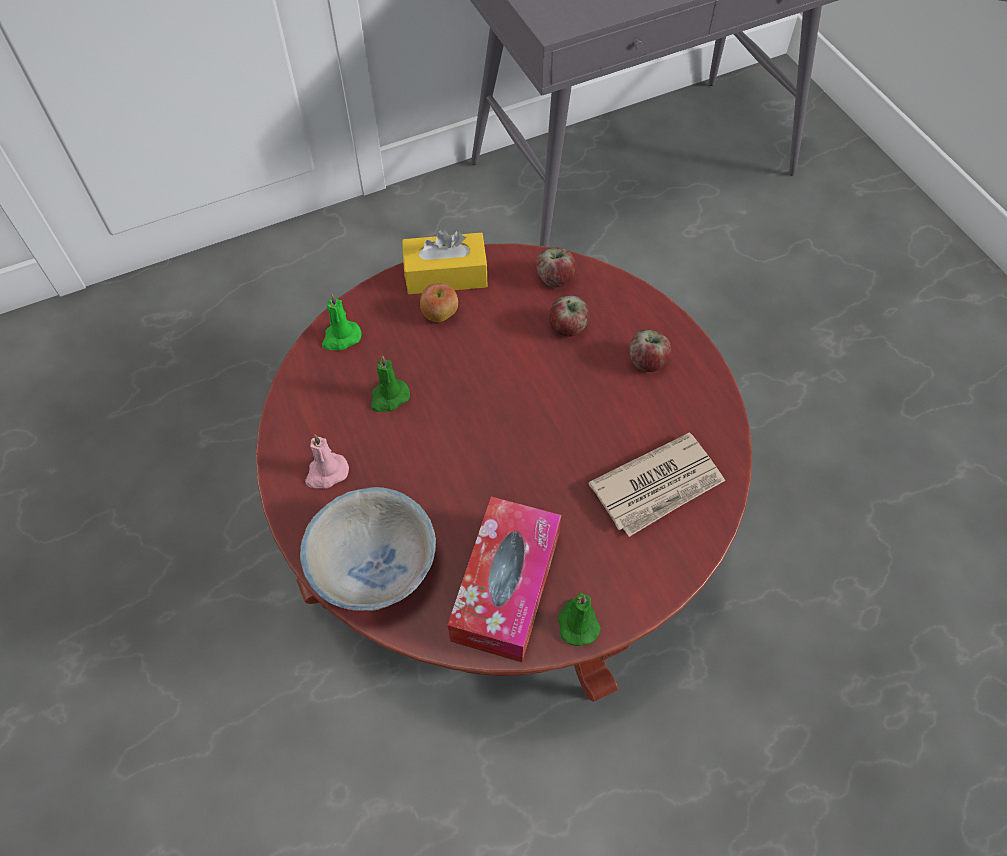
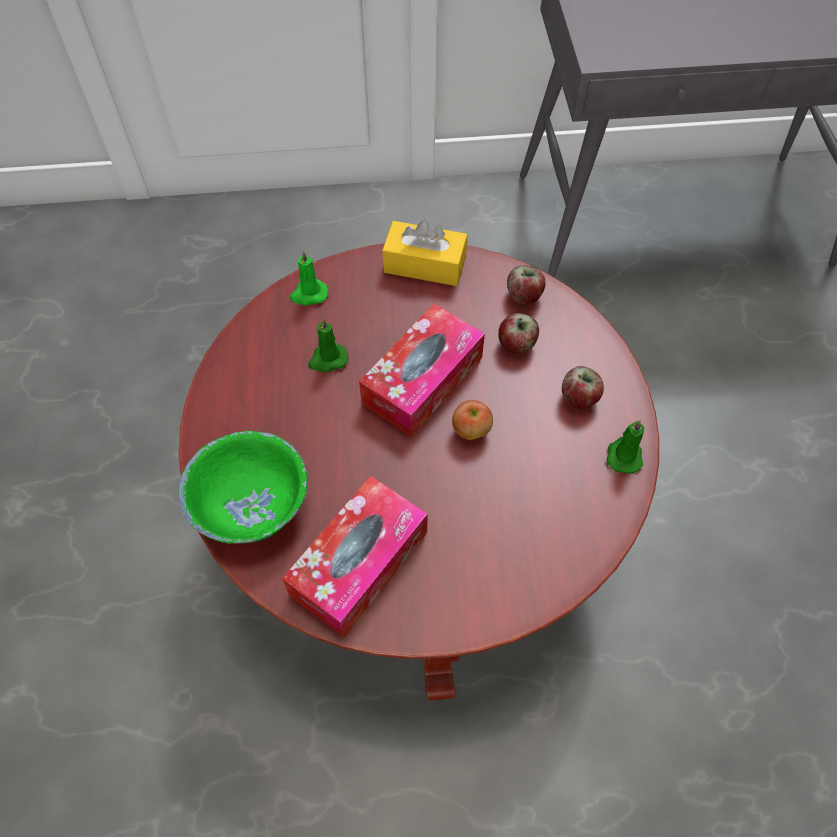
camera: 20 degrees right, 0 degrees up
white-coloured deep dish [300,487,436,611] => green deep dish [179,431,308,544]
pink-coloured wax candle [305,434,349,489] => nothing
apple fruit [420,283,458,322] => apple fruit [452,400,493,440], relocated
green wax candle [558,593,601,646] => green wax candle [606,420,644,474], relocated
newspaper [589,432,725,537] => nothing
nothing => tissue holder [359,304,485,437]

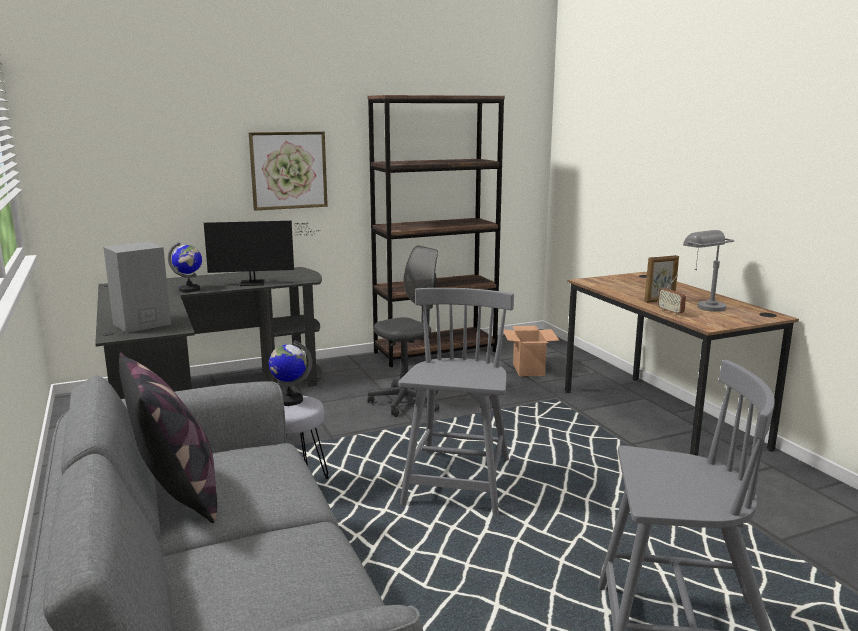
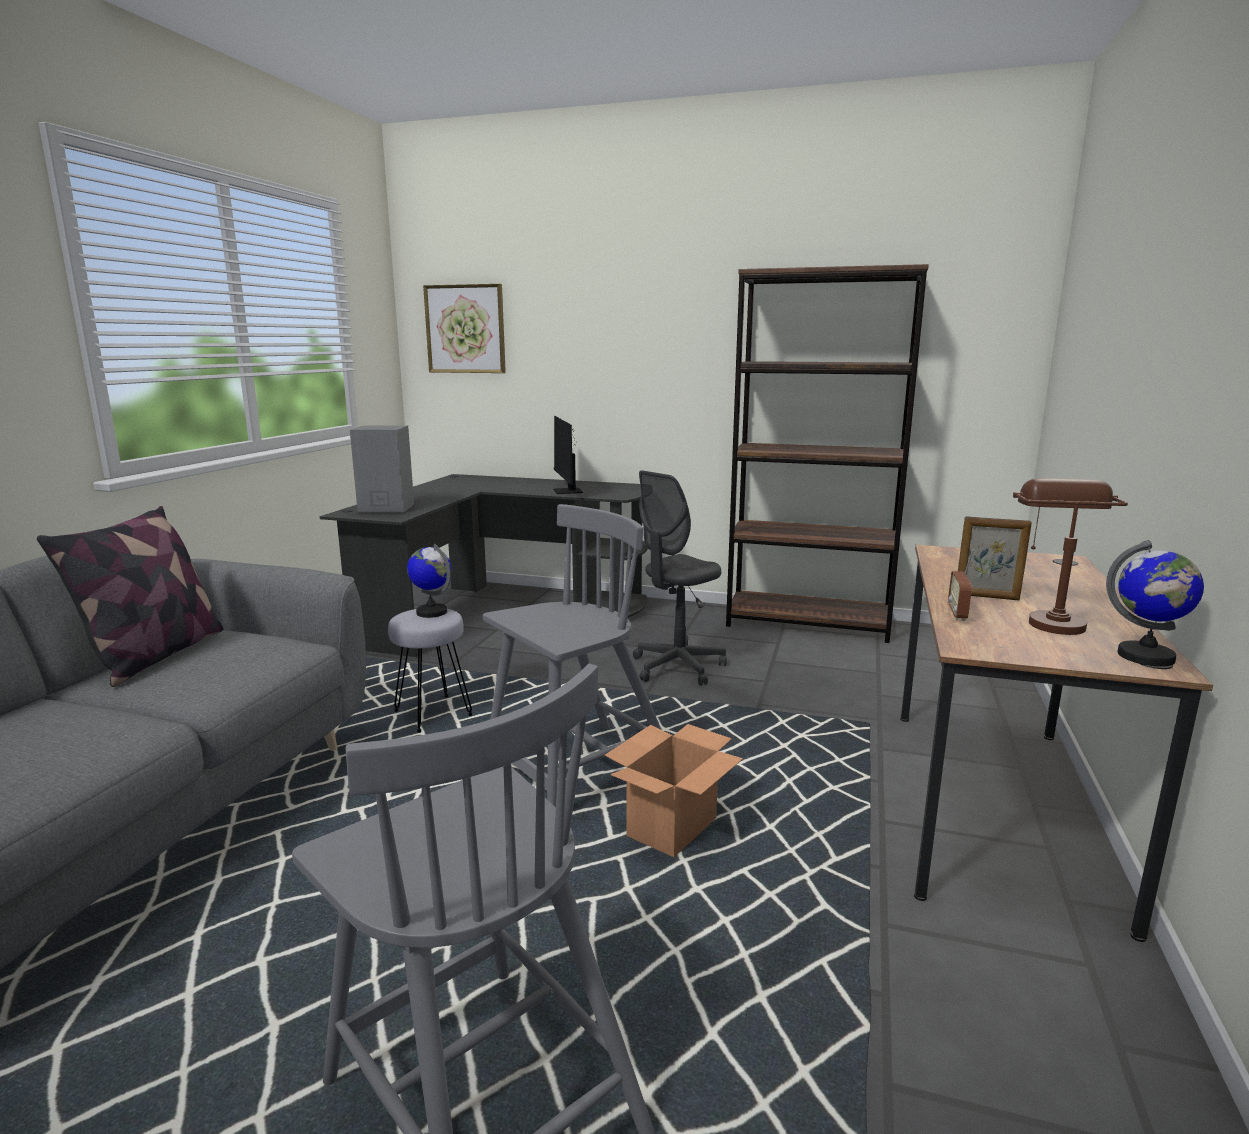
camera: 40 degrees right, 0 degrees up
world globe [168,241,202,292] => world globe [1106,540,1204,667], relocated
computer display [204,221,313,286] => computer display [553,416,583,494], 45 degrees clockwise
picture [249,131,328,211] => picture [423,284,506,373], relocated
gray desk chair [367,245,439,417] => gray desk chair [633,470,727,686], 135 degrees clockwise
packing box [503,326,560,376] => packing box [605,724,743,857], relocated
gray tabletop lamp [683,230,735,312] => brownish tabletop lamp [1013,478,1128,635]

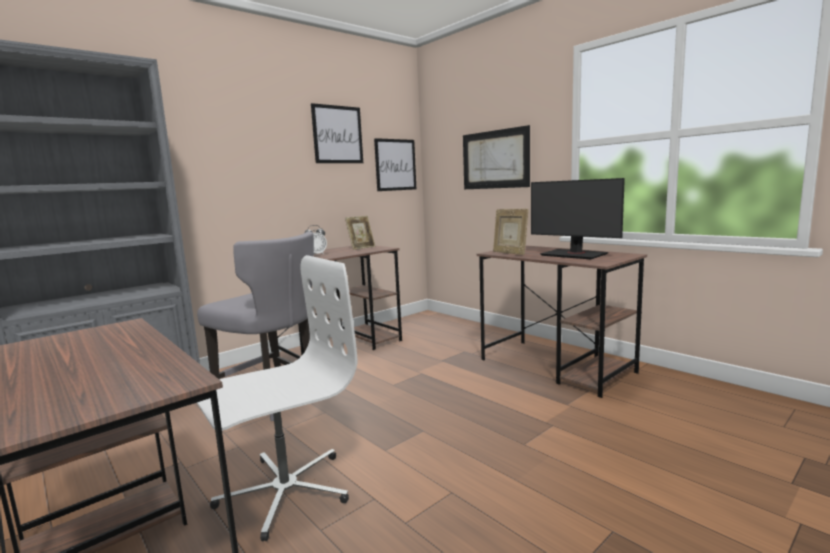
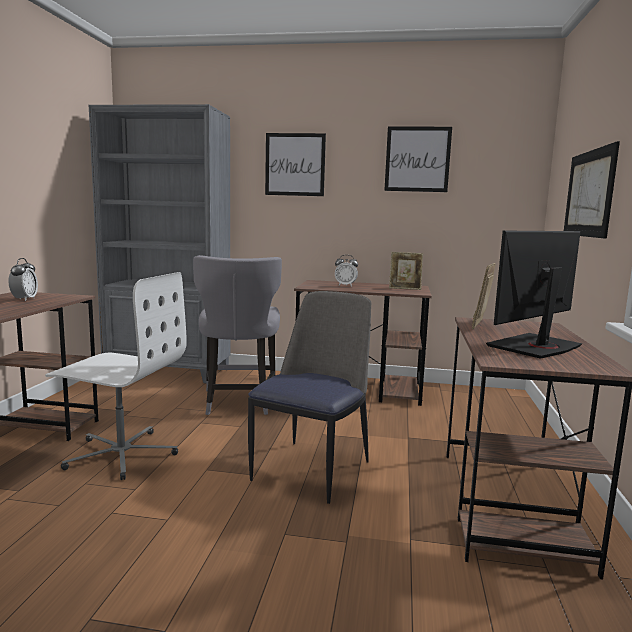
camera: 50 degrees right, 0 degrees up
picture [374,138,416,191] => picture [265,133,326,196], relocated
computer display [531,178,625,259] => computer display [486,231,583,359], 45 degrees clockwise
nothing => bedside clock [8,258,38,301]
nothing => upright chair [248,291,371,504]

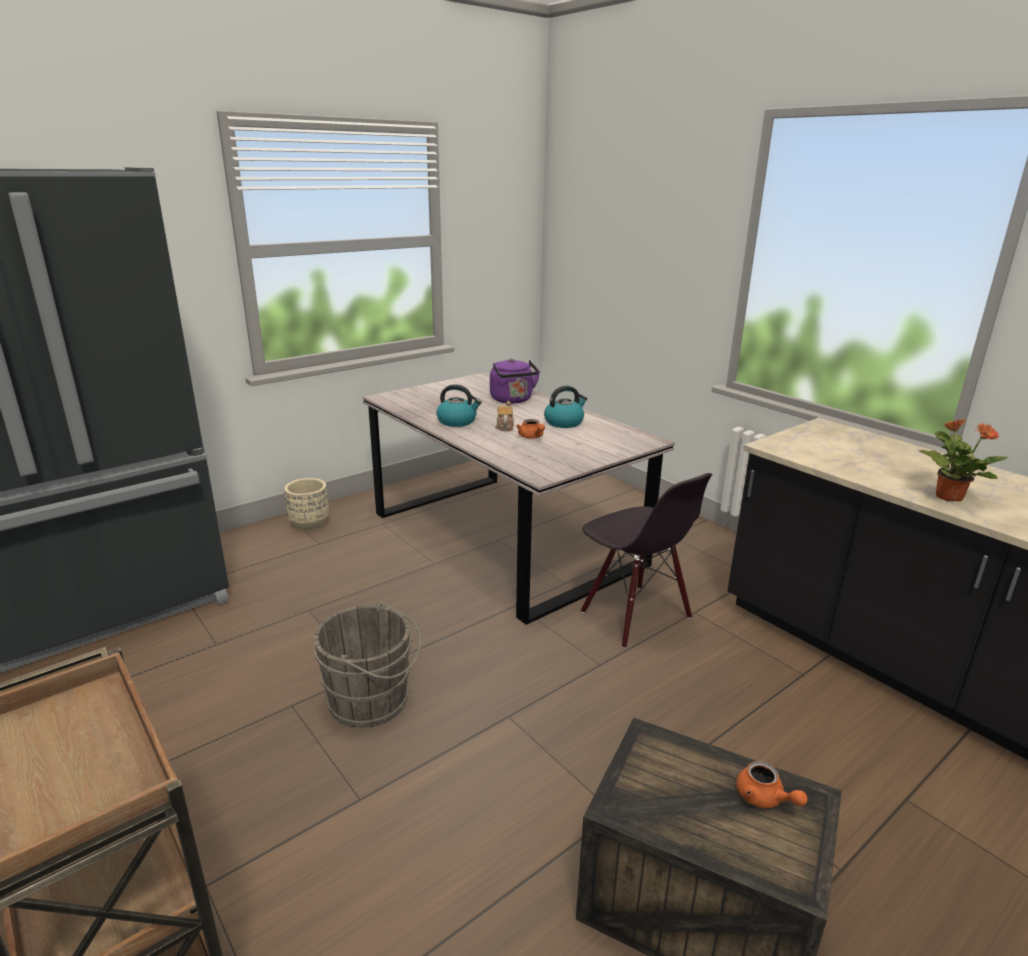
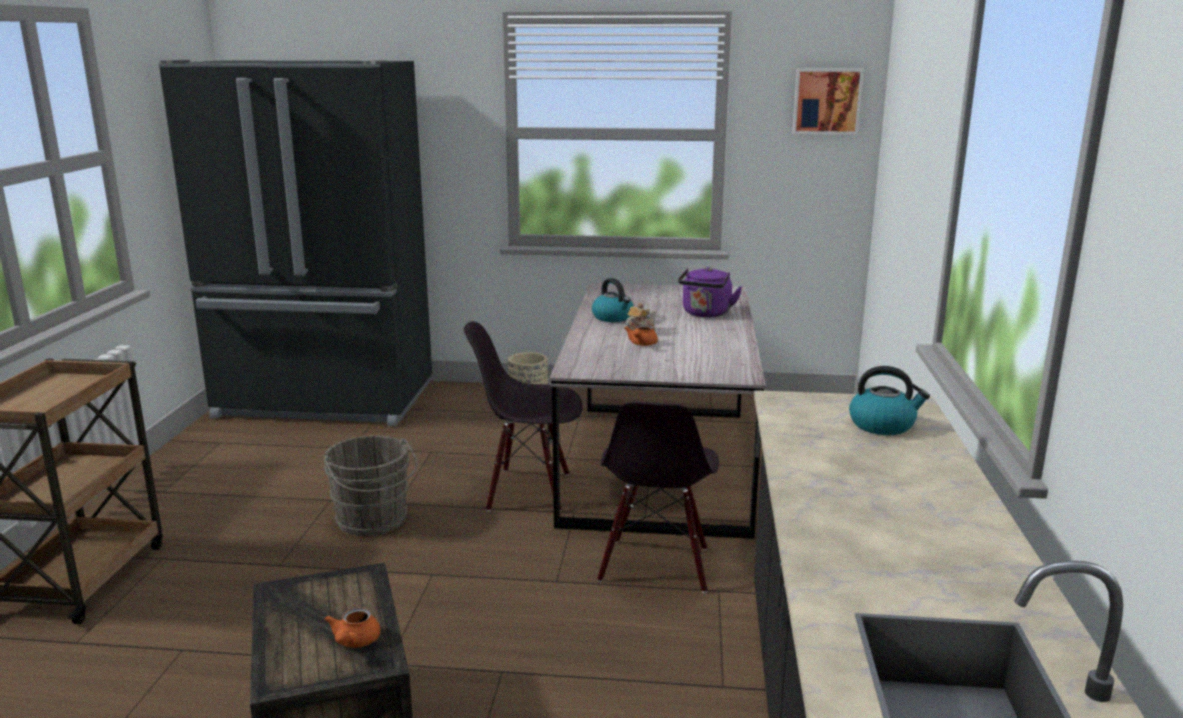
camera: 45 degrees right, 5 degrees down
tea kettle [544,386,587,428] => tea kettle [849,366,930,435], relocated
plant in a pot [919,418,1009,501] => nothing
nothing => blackish upright chair [464,321,582,512]
nothing => picture [792,68,864,135]

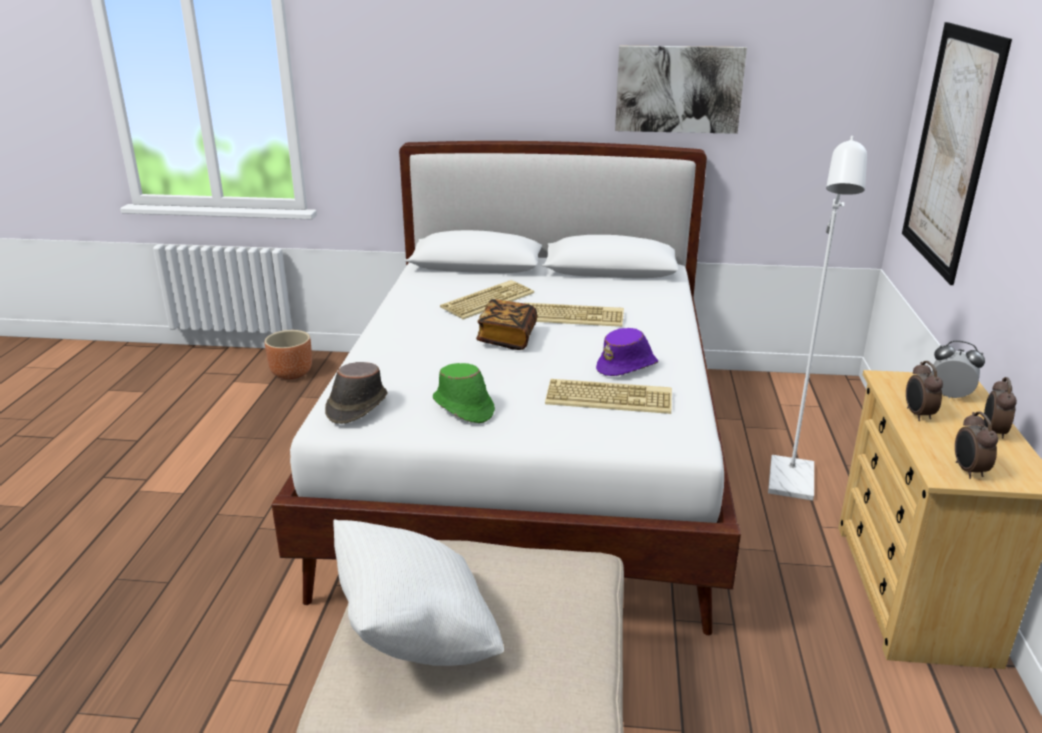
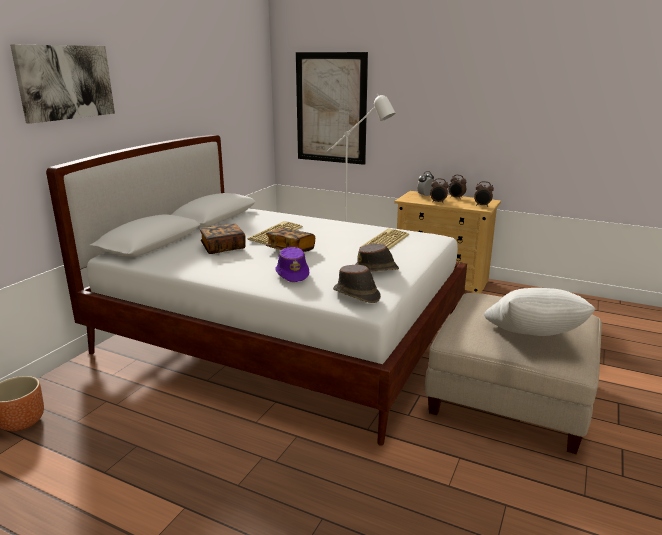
camera: 70 degrees left, 5 degrees down
green wearable hat [433,363,495,423] => brownish wearable hat [355,243,399,272]
PC keyboard [440,280,534,320] => book [200,224,246,254]
purplish wearable hat [596,328,658,376] => purplish wearable hat [275,247,309,282], relocated
picture [615,46,747,134] => picture [10,45,115,124], relocated

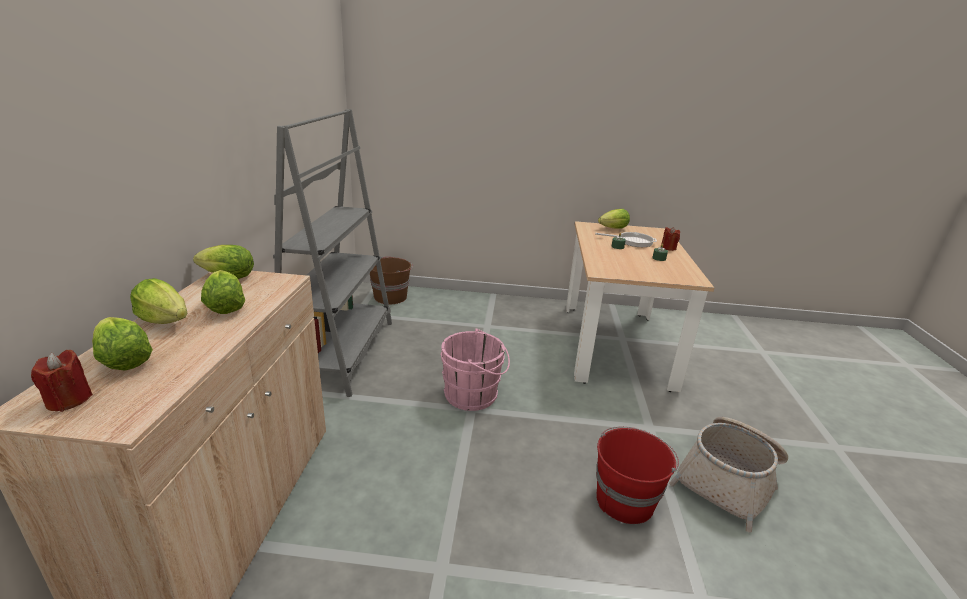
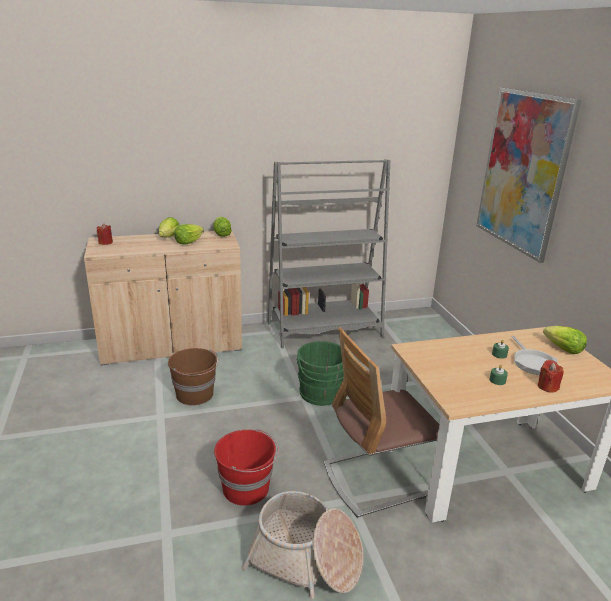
camera: 70 degrees right, 0 degrees up
lettuce [92,317,153,371] => nothing
brownish bucket [370,257,413,304] => brownish bucket [168,348,219,405], relocated
pink-coloured bucket [440,329,510,411] => green bucket [296,341,344,406]
nothing => upright chair [324,327,439,518]
nothing => picture [476,88,581,263]

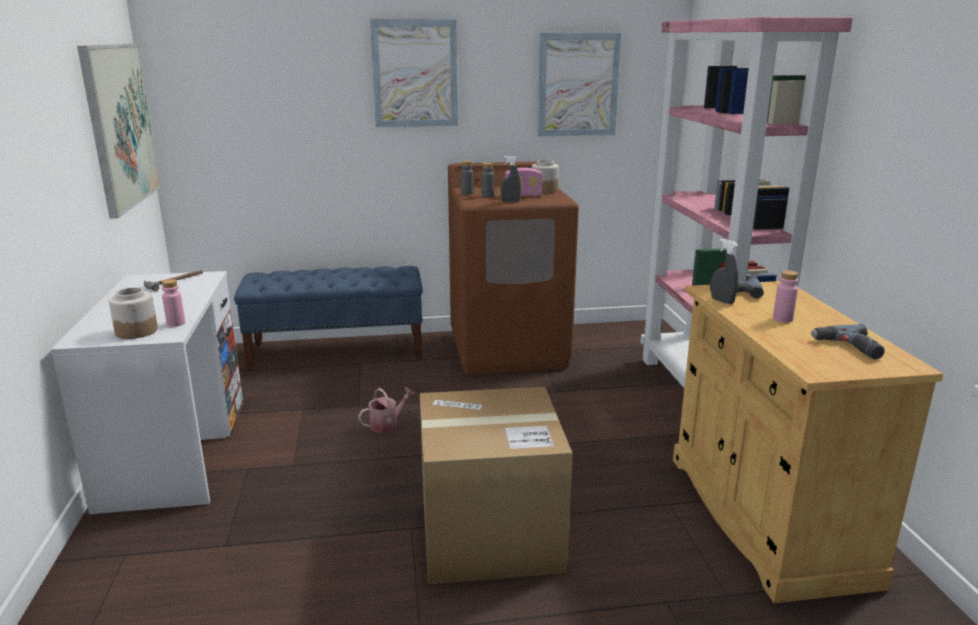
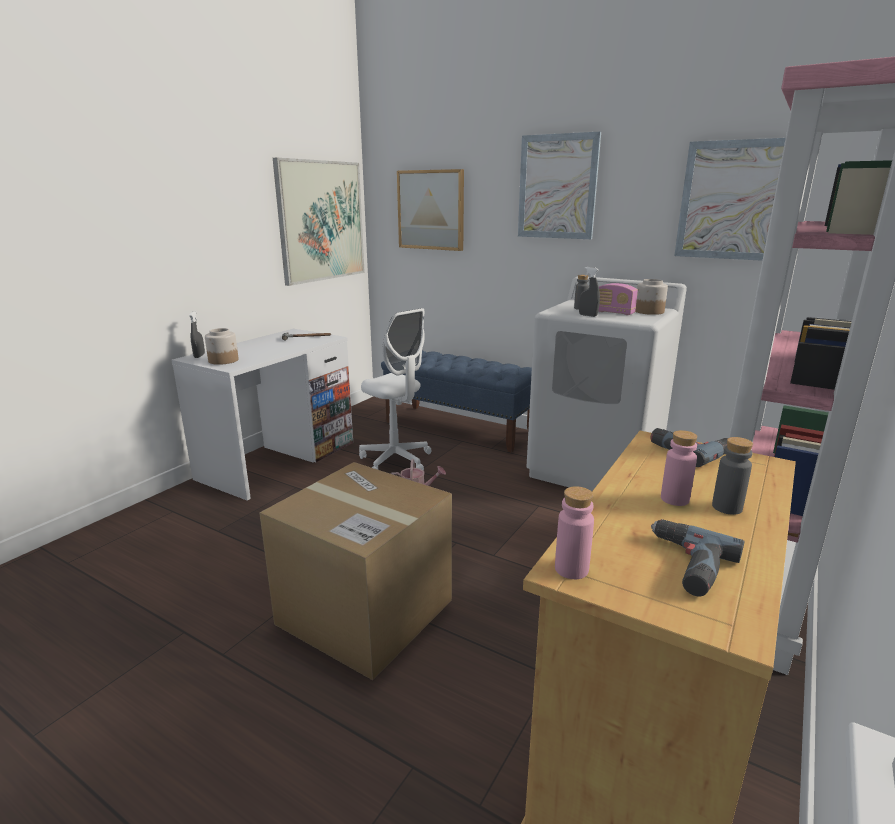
camera: 40 degrees right, 0 degrees up
pink-coloured bottle [162,279,185,327] => pink-coloured bottle [555,486,594,579], relocated
brownish laundry appliance [448,161,579,375] => white-coloured laundry appliance [526,276,687,491]
gray bottle [461,161,473,195] => gray bottle [712,437,753,515], relocated
gray spray bottle [711,239,738,304] => gray spray bottle [189,311,205,358], relocated
nothing => white-coloured desk chair [359,308,432,471]
nothing => picture [397,169,464,251]

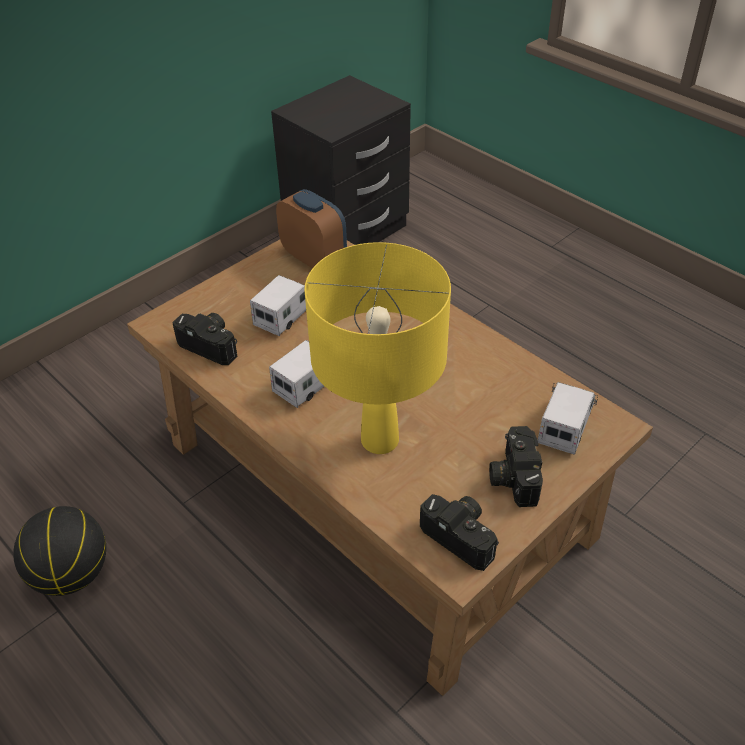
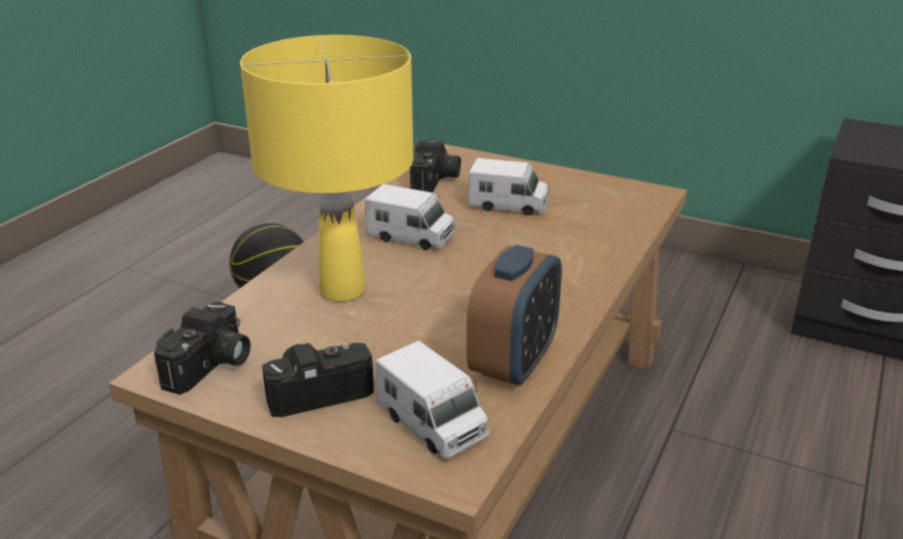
camera: 70 degrees right, 15 degrees down
bedside clock [276,189,347,268] => bedside clock [467,245,562,386], relocated
toy truck [538,382,598,455] => toy truck [376,341,489,459], 45 degrees clockwise

